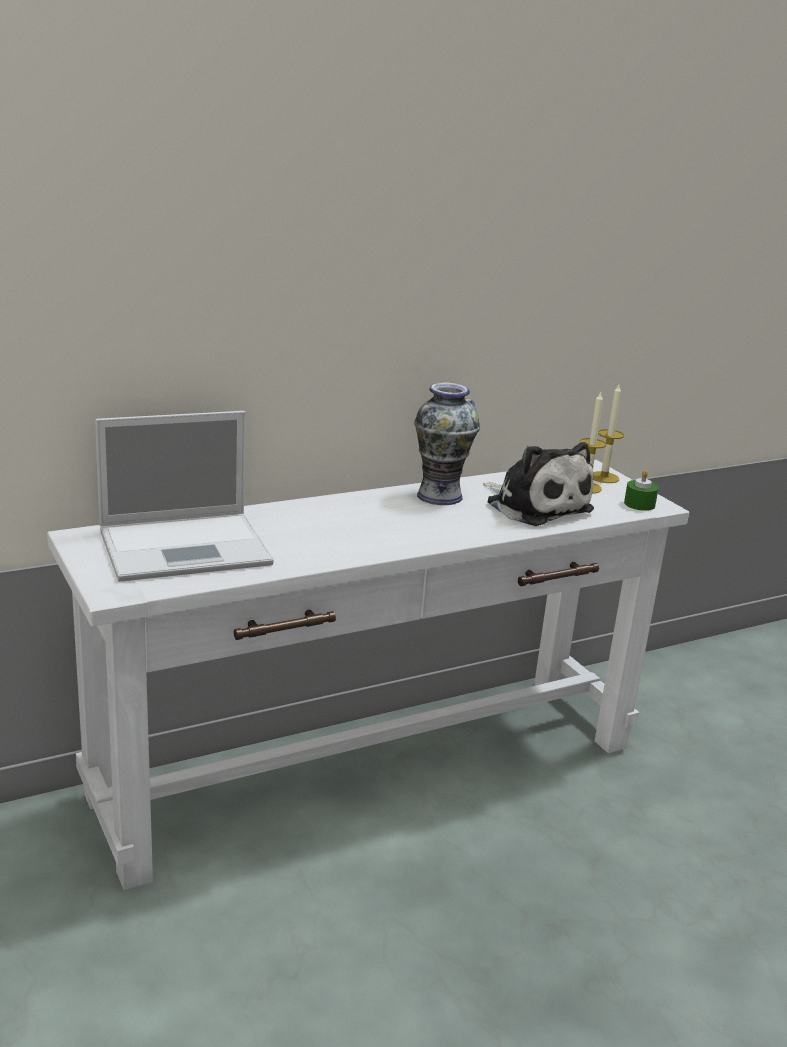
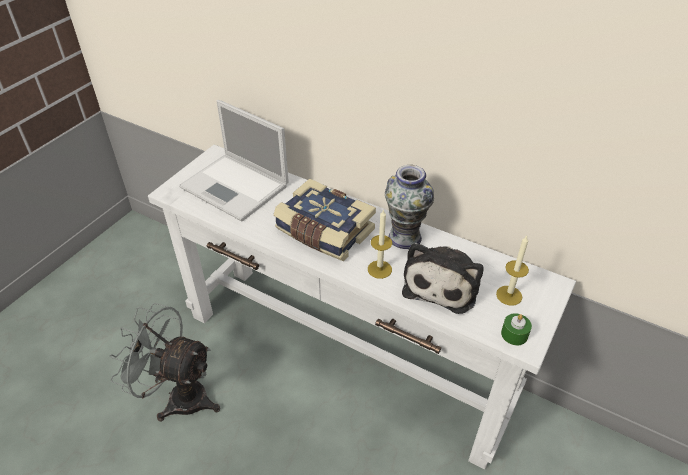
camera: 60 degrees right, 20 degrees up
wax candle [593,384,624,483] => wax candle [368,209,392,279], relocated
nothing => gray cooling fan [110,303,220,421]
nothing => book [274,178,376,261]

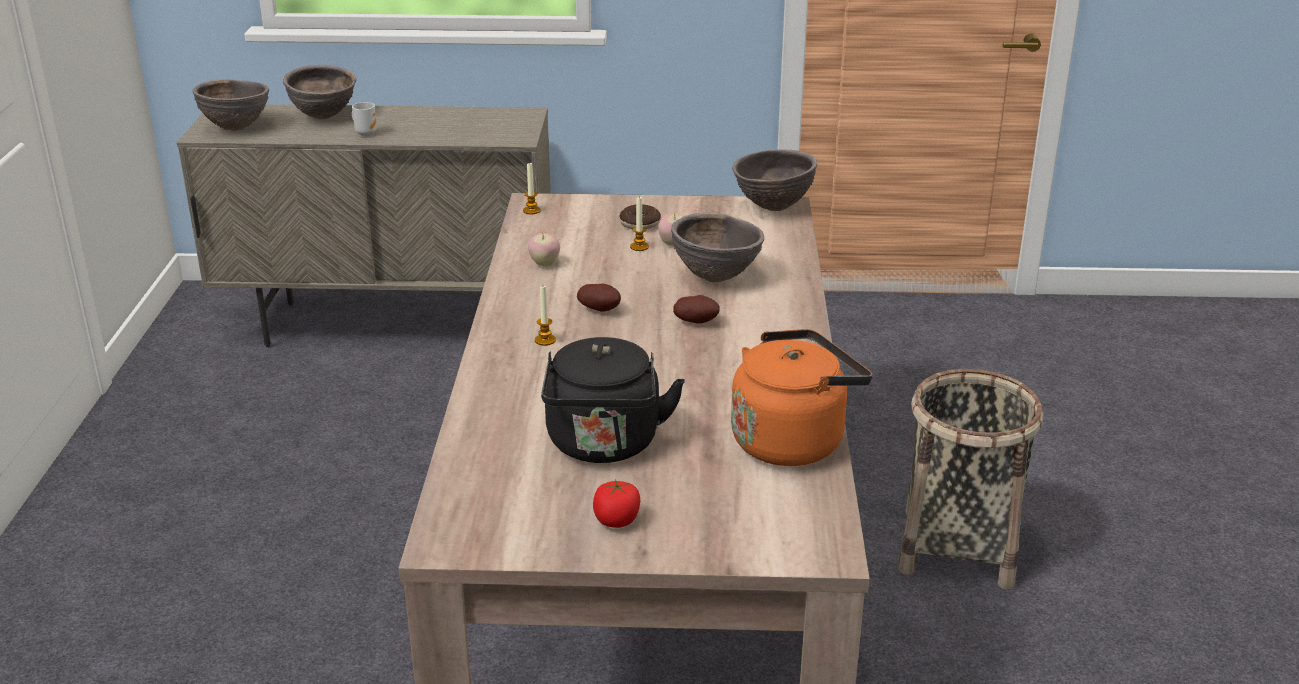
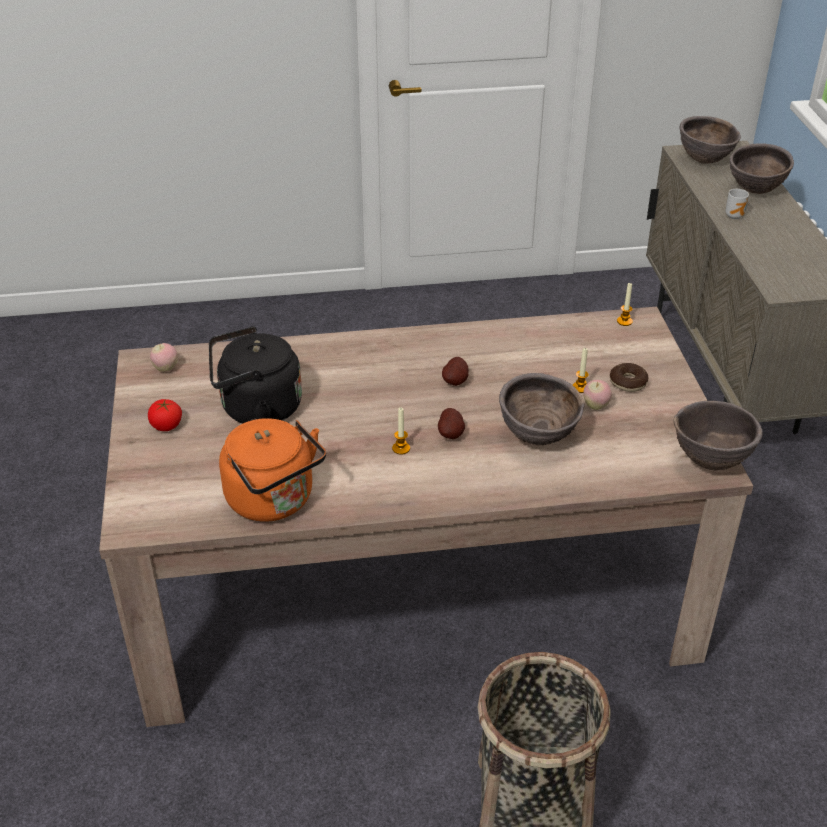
camera: 80 degrees right, 10 degrees up
apple fruit [528,233,560,266] => apple fruit [150,343,178,372], relocated
wax candle [535,286,556,346] => wax candle [392,408,410,455], relocated

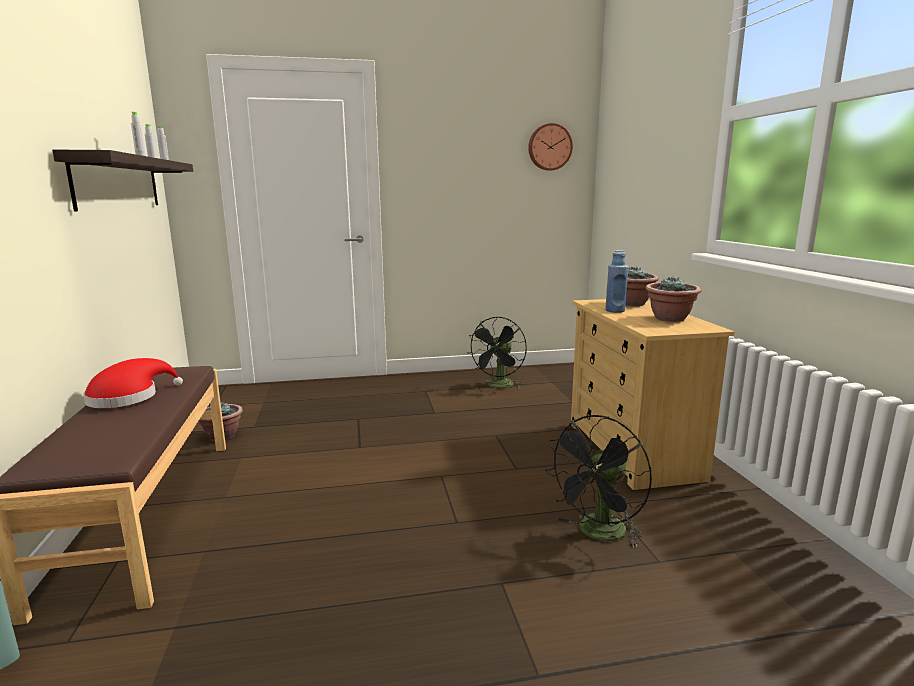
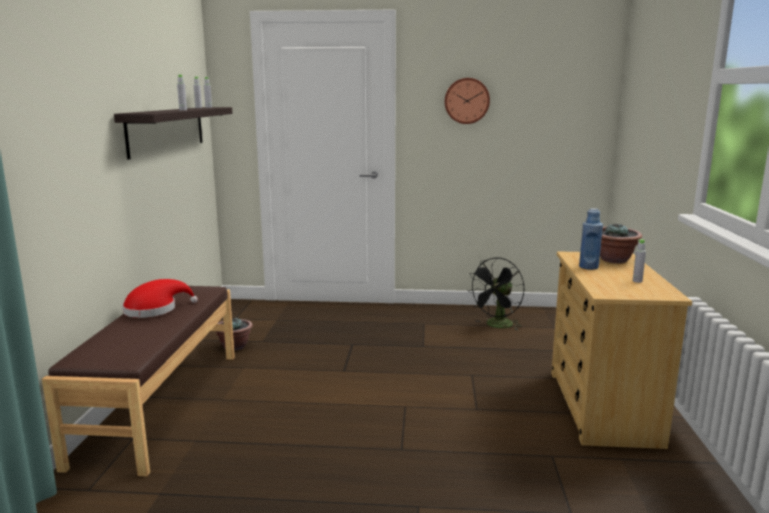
camera: 15 degrees right, 0 degrees up
wall clock [528,123,573,171] => wall clock [445,78,490,124], relocated
blackish cooling fan [545,415,652,547] => nothing
plant in a pot [646,277,702,322] => gray bottle [633,239,646,283]

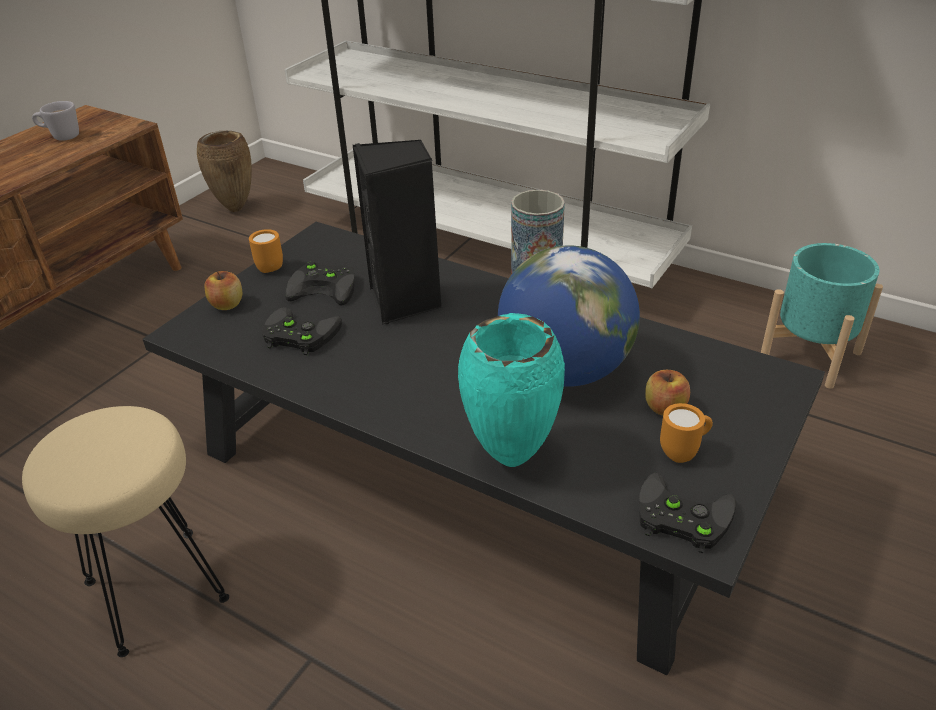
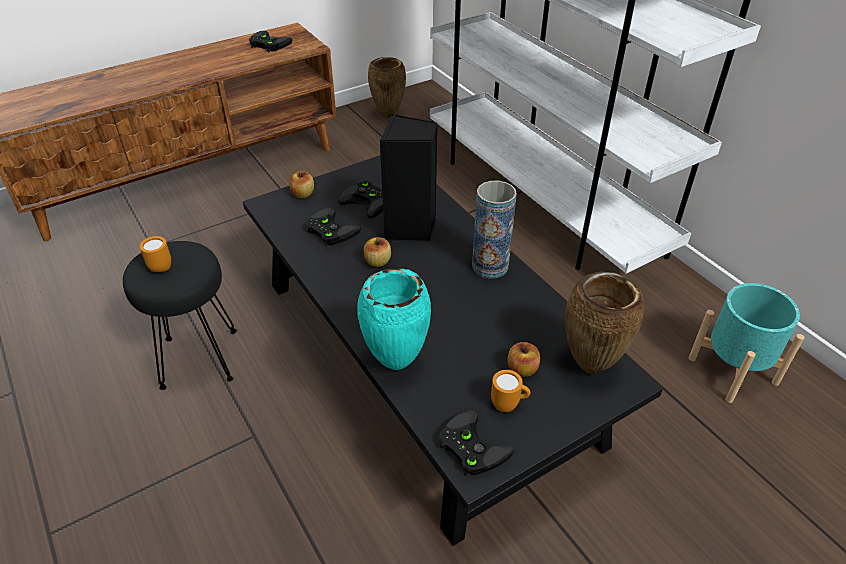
camera: 25 degrees right, 5 degrees up
beige-coloured sitting stool [22,406,229,657] => blackish sitting stool [123,241,237,390]
white-coloured mug [32,101,79,141] => blackish gamepad [249,31,292,52]
orange-coloured mug [249,229,283,273] => orange-coloured mug [140,236,171,272], relocated
world globe [498,245,640,387] => nothing
nothing => apple fruit [364,237,391,267]
nothing => brownish decorative vase [565,271,644,374]

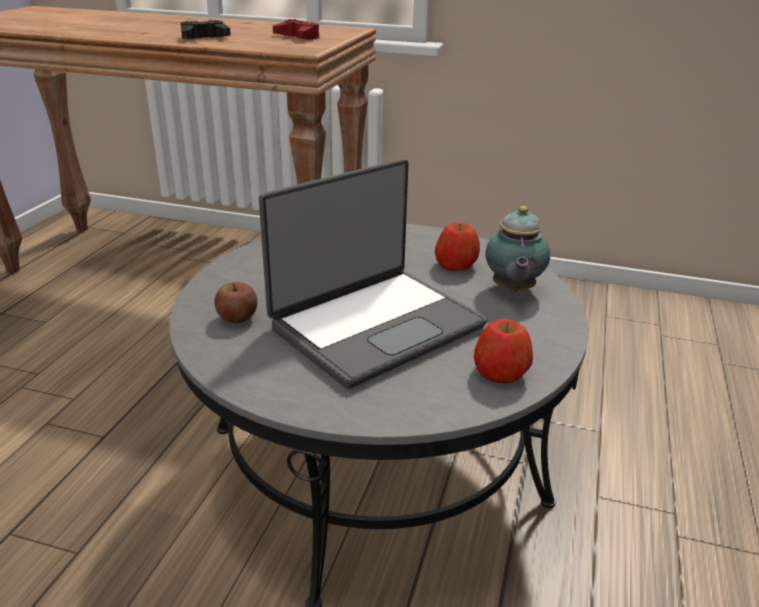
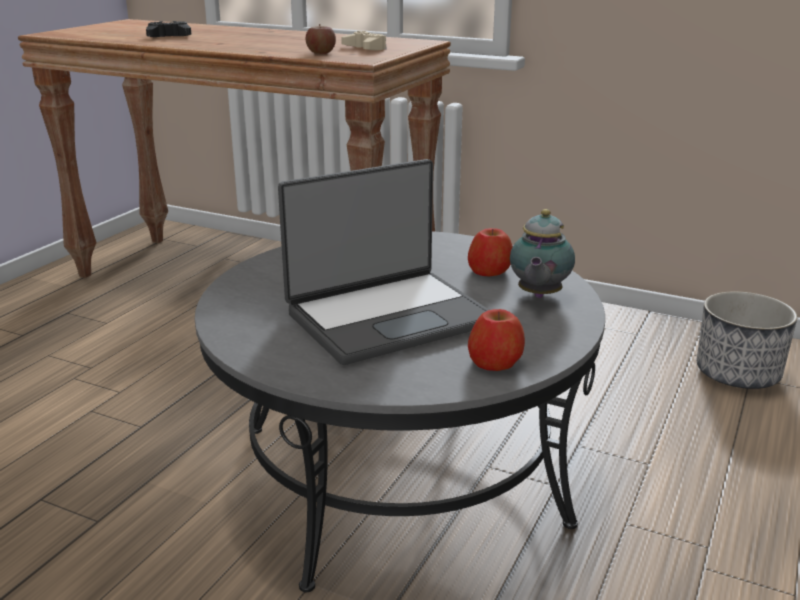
camera: 10 degrees right, 5 degrees down
blackish gamepad [181,20,231,39] => blackish gamepad [146,21,191,37], relocated
apple fruit [215,282,257,323] => apple fruit [306,24,336,54], relocated
red-coloured gamepad [273,19,320,39] => beige-coloured gamepad [341,31,387,50]
nothing => flower pot [697,291,797,389]

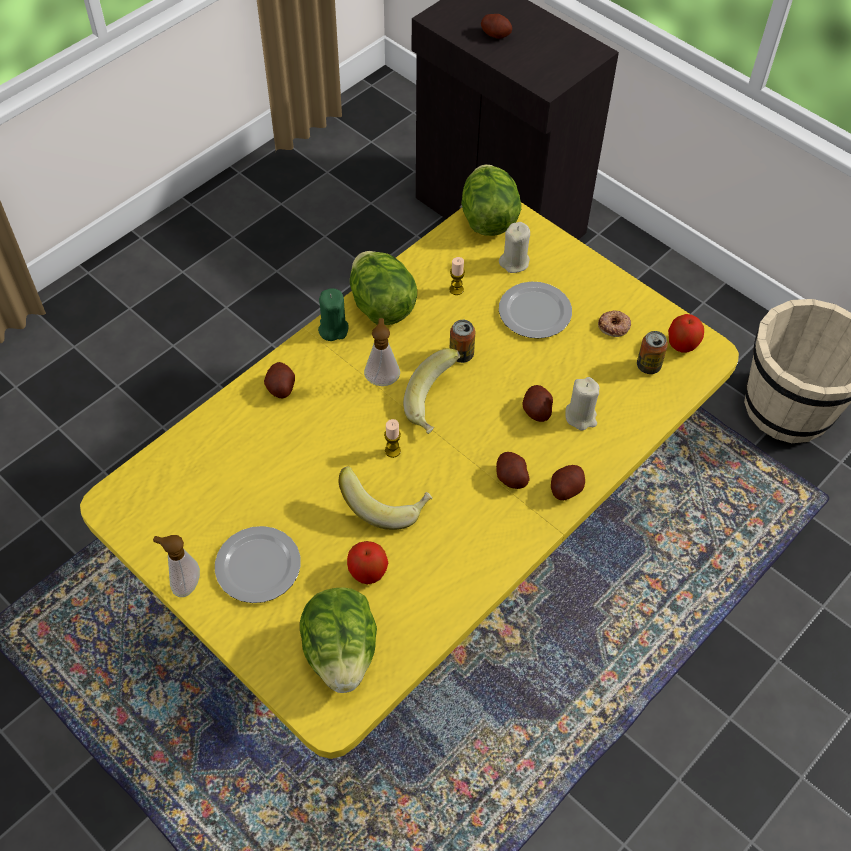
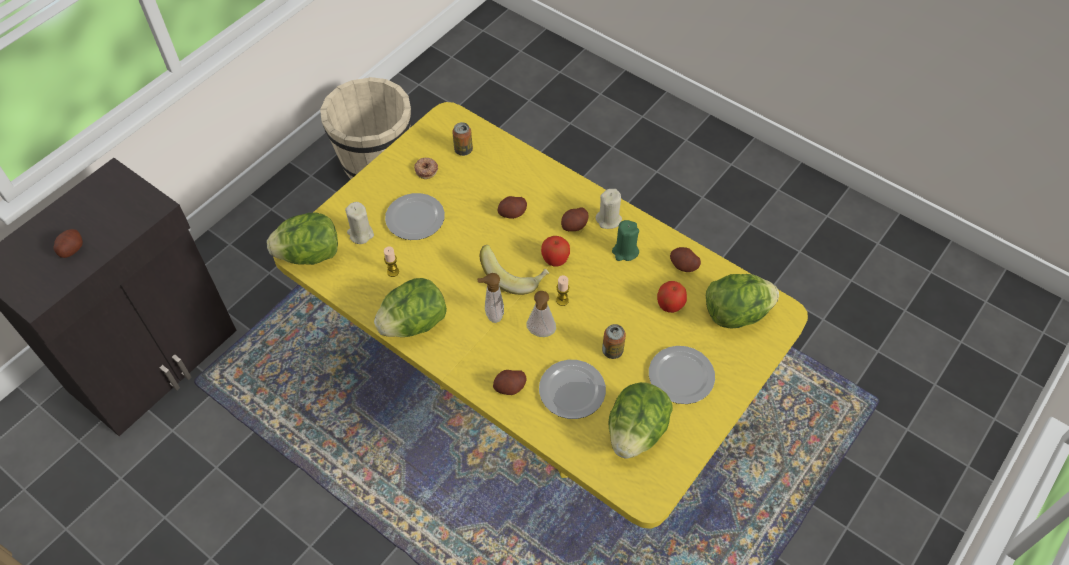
camera: 95 degrees left, 0 degrees up
liquid soap bottle [153,535,200,597] => liquid soap bottle [526,291,556,337], relocated
green wax candle [318,288,349,341] => green wax candle [612,220,639,261], relocated
whole banana [339,466,433,530] => nothing
metal can [450,320,475,363] => metal can [602,324,626,359], relocated
whole potato [551,465,585,500] => whole potato [670,247,701,272], relocated
beige-coloured wax candle [565,377,599,430] => beige-coloured wax candle [596,189,622,229], relocated
apple fruit [668,314,704,353] => apple fruit [541,236,570,266], relocated
nothing => dinner plate [539,360,606,419]
nothing => lettuce [609,382,673,459]

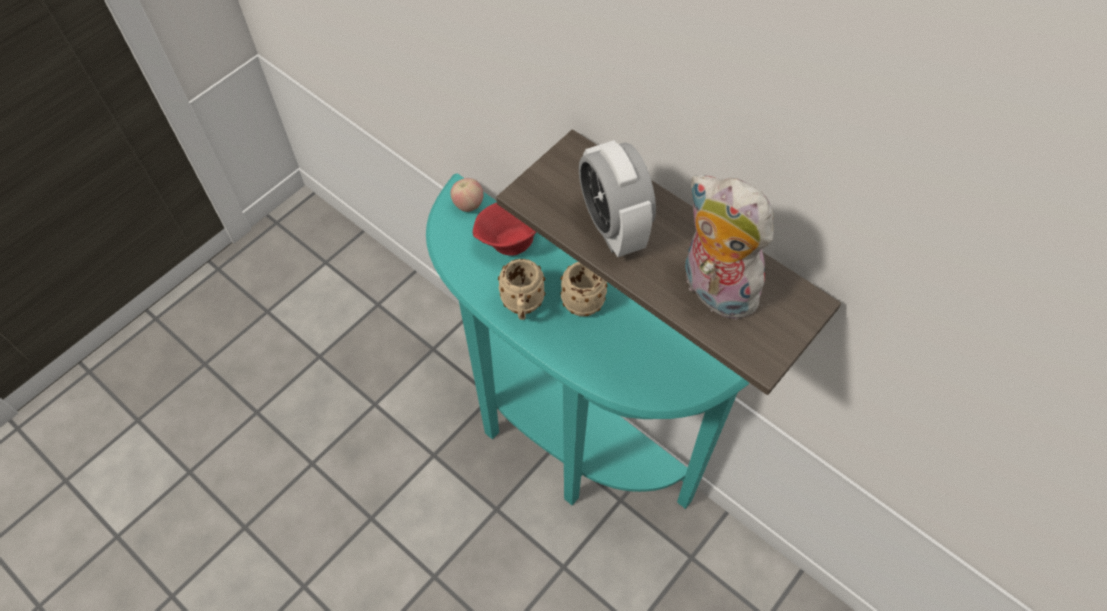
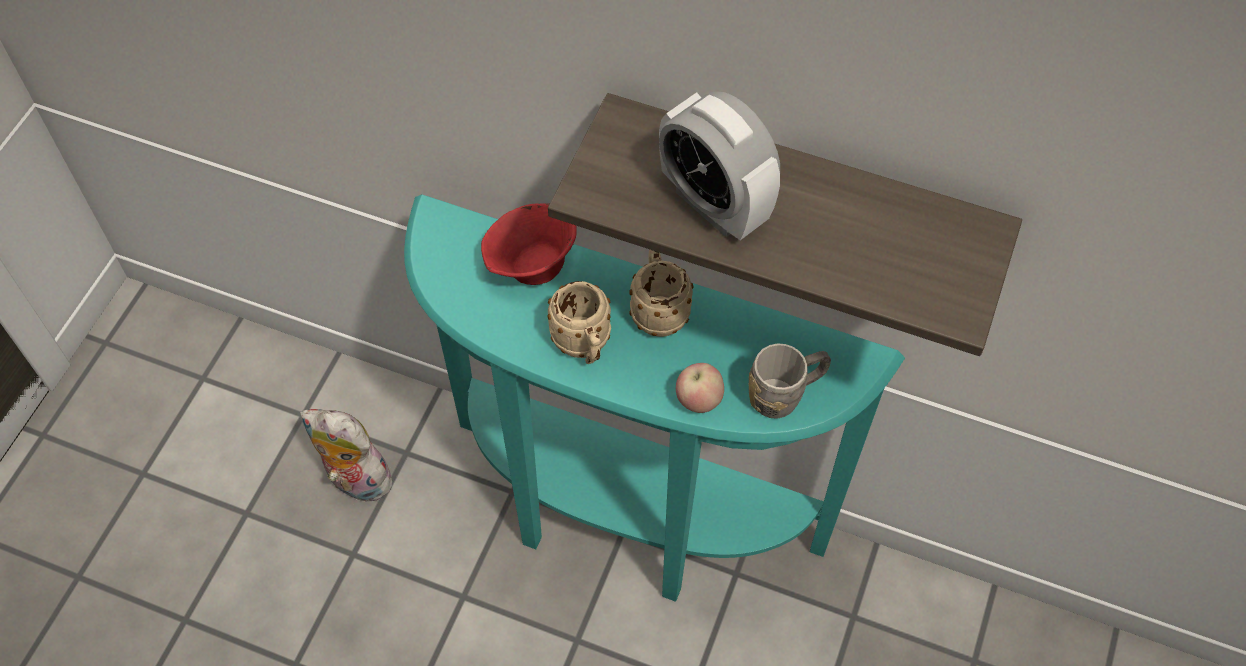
camera: 20 degrees left, 0 degrees up
apple fruit [451,178,483,212] => apple fruit [676,363,724,413], relocated
soft toy [685,175,774,320] => soft toy [300,409,400,501], relocated
nothing => gray mug [749,344,831,419]

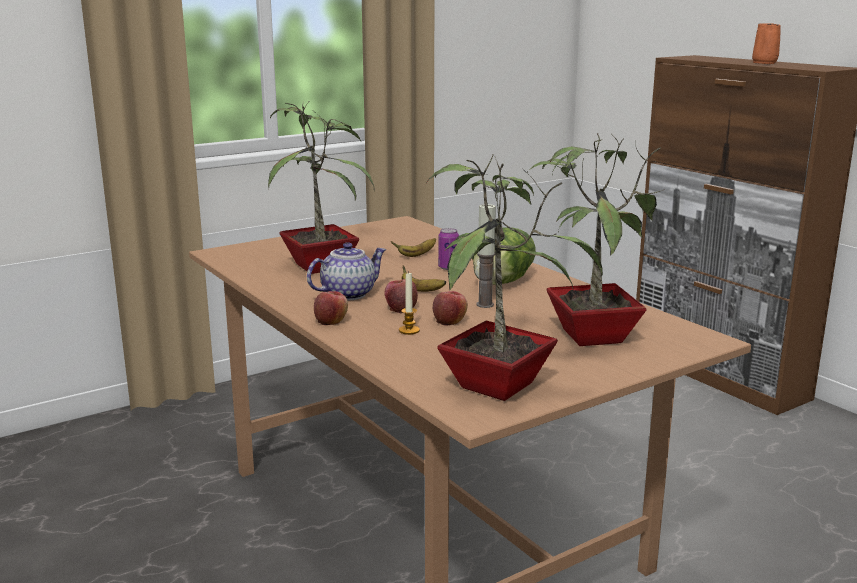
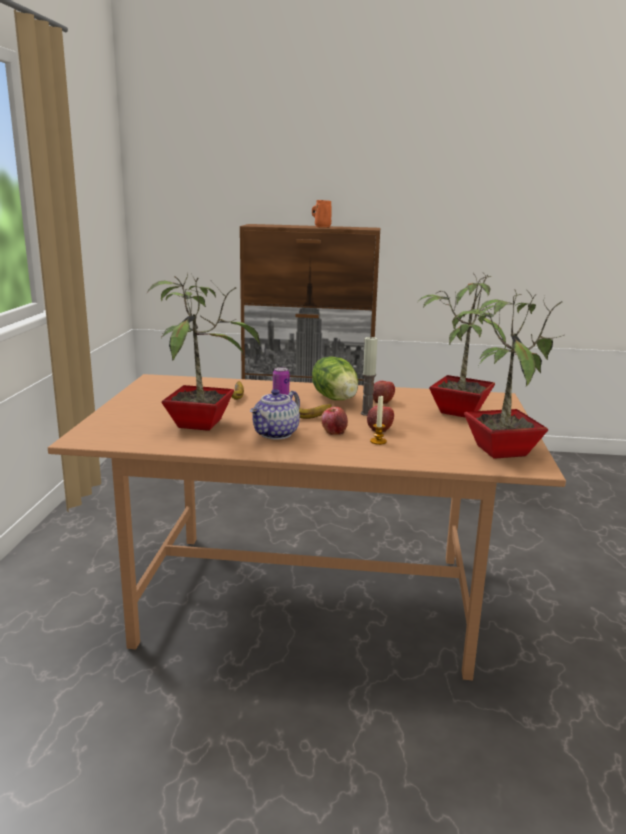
camera: 50 degrees left, 0 degrees up
tea pot [307,242,386,300] => tea pot [250,389,300,439], 150 degrees counterclockwise
apple fruit [314,291,348,325] => apple fruit [373,381,395,404], relocated

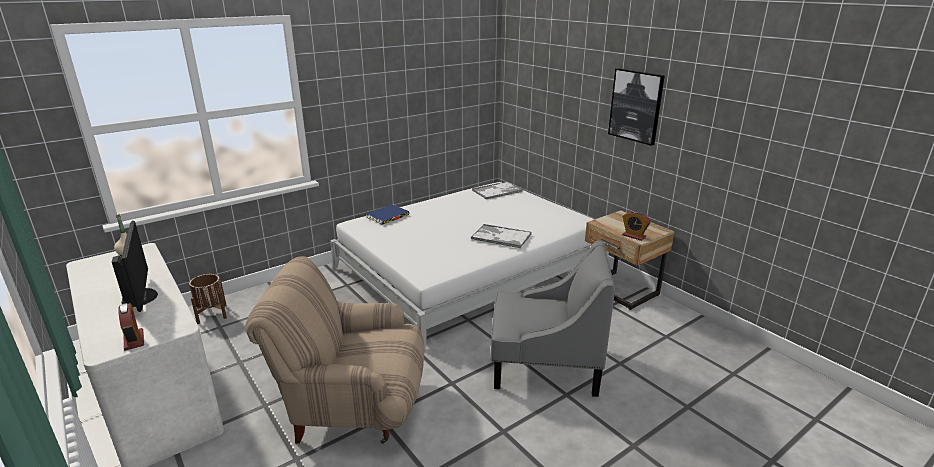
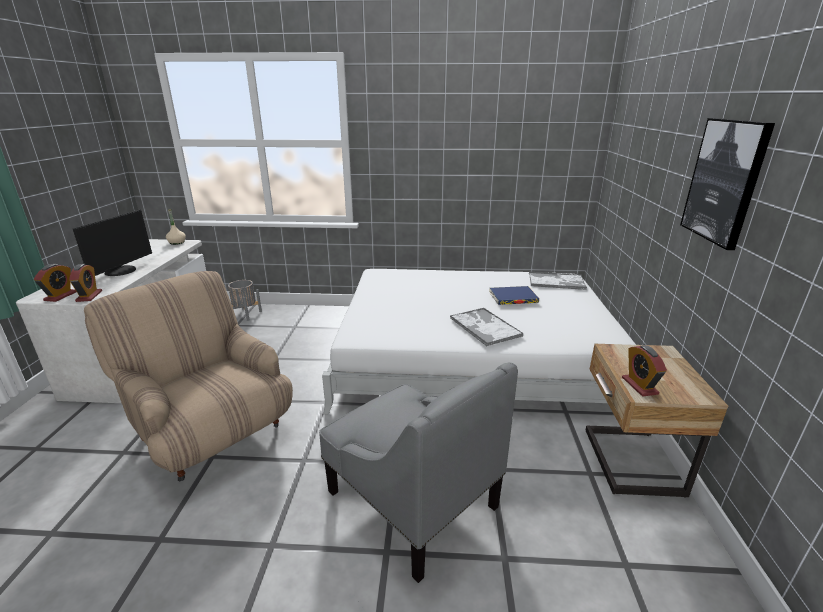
camera: 40 degrees right, 0 degrees up
brownish flower pot [189,274,227,324] => gray flower pot [228,280,262,321]
bluish book [366,204,409,225] => bluish book [489,286,539,305], relocated
nothing => bedside clock [69,264,102,302]

